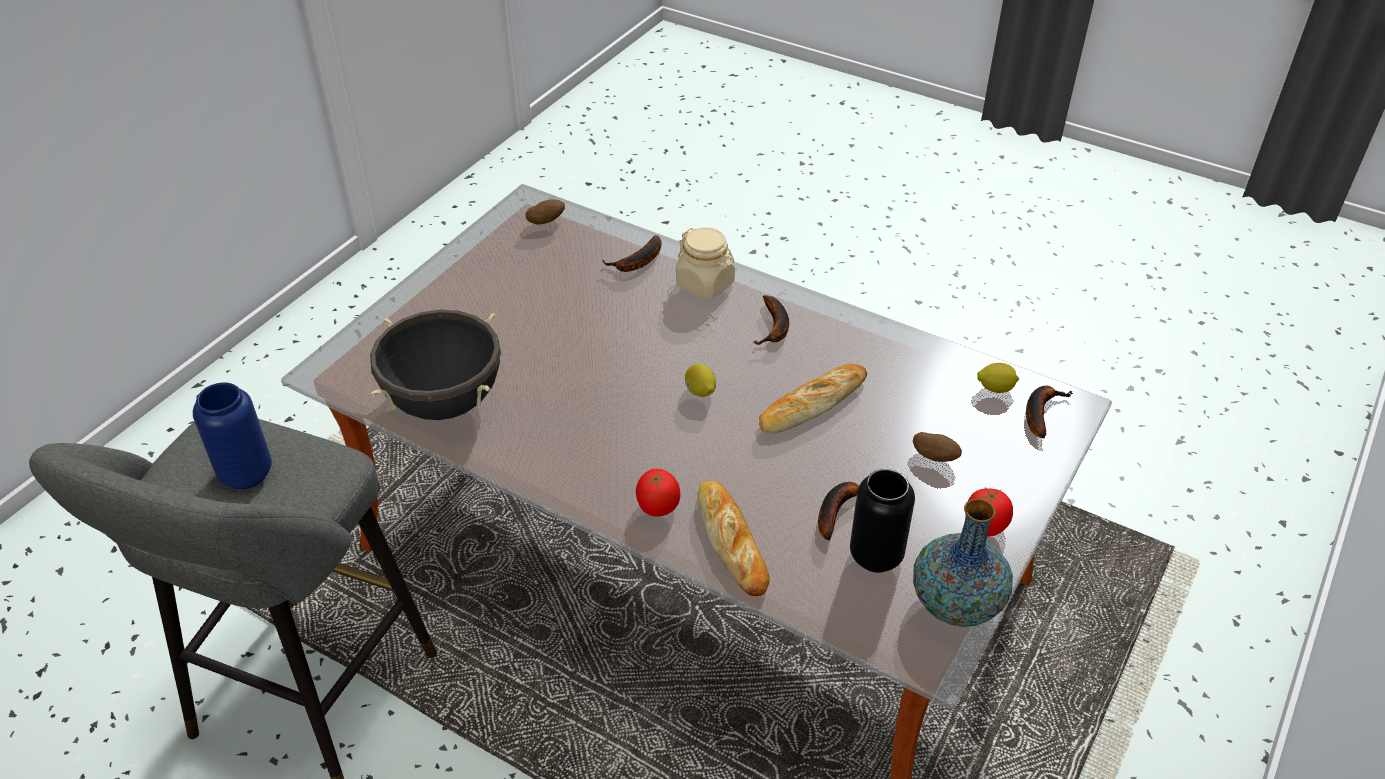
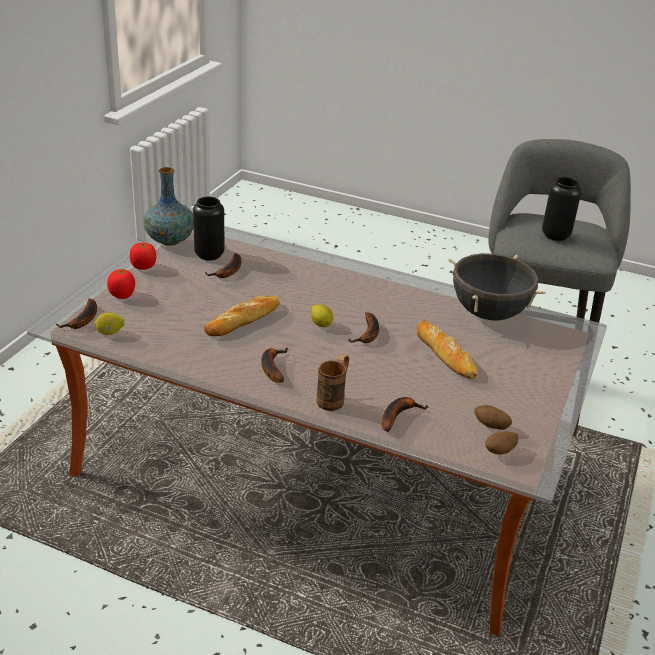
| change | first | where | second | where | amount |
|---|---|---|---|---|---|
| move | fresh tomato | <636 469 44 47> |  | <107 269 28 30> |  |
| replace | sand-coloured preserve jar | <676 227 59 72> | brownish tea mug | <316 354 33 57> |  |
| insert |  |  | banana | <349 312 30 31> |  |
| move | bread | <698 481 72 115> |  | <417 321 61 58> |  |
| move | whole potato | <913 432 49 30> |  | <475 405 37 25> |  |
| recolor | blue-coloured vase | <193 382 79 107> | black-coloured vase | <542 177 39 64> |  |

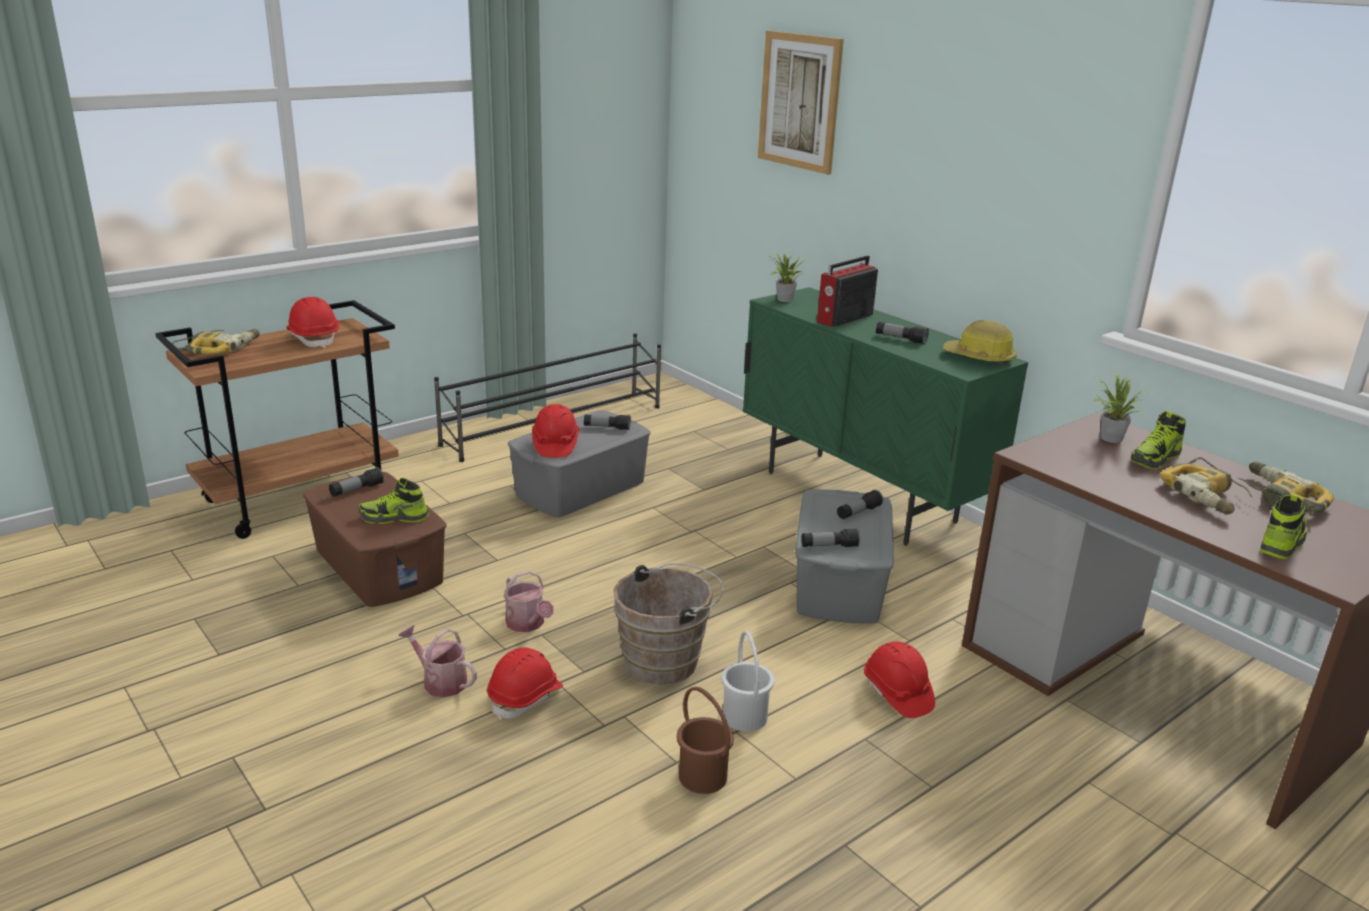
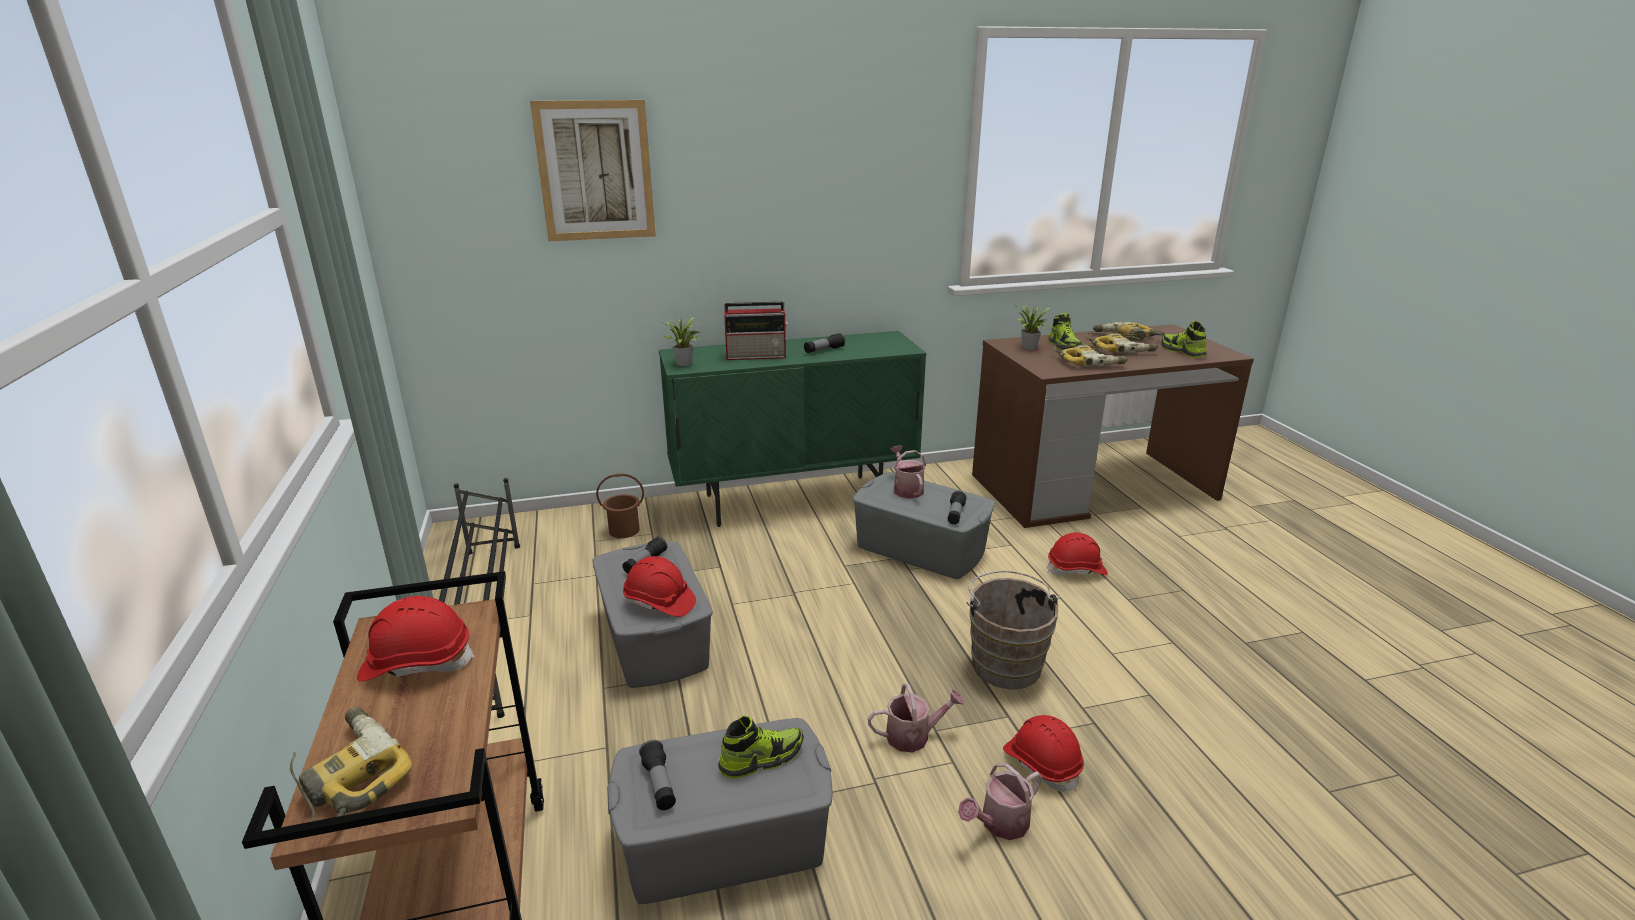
| change | first | where | second | where | amount |
|---|---|---|---|---|---|
| move | brownish water bucket | <677 687 57 107> |  | <596 473 48 65> |  |
| recolor | brownish storage container | <303 472 144 135> | grey storage container | <607 718 226 186> |  |
| rotate | item of footwear | <358 478 71 46> |  | <718 716 86 63> | 135 degrees counterclockwise |
| rotate | radio | <817 256 61 71> |  | <724 302 64 58> | 75 degrees counterclockwise |
| replace | hand torch | <837 490 46 29> | watering pot | <890 446 36 53> |  |
| insert |  |  | drill | <1053 344 75 22> |  |
| delete | white-coloured water bucket | <721 631 54 101> |  |  |  |
| delete | safety helmet | <943 320 74 45> |  |  |  |

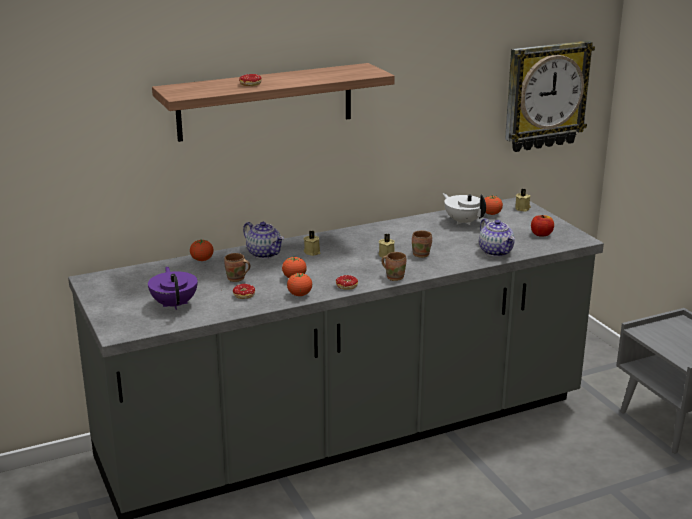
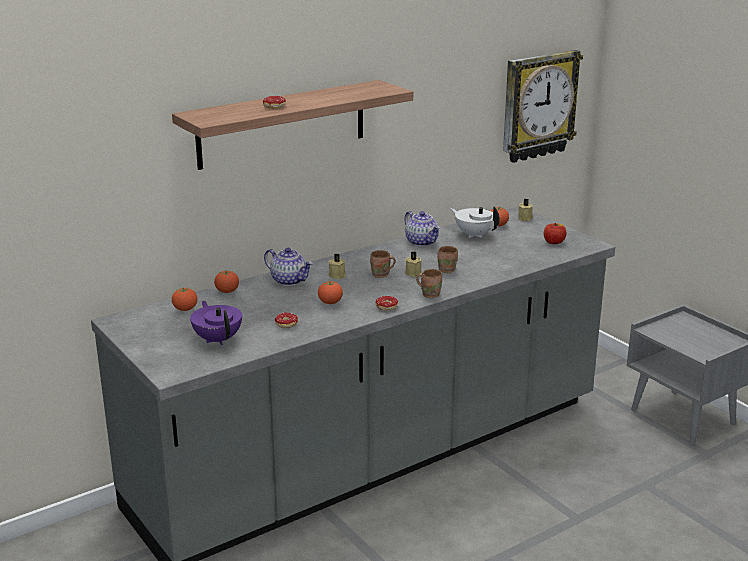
| change | first | where | second | where | amount |
|---|---|---|---|---|---|
| move | fresh tomato | <287 273 25 23> |  | <172 287 25 24> |  |
| move | brownish tea mug | <224 253 26 29> |  | <370 250 25 28> |  |
| move | teapot | <479 218 36 39> |  | <404 211 36 35> |  |

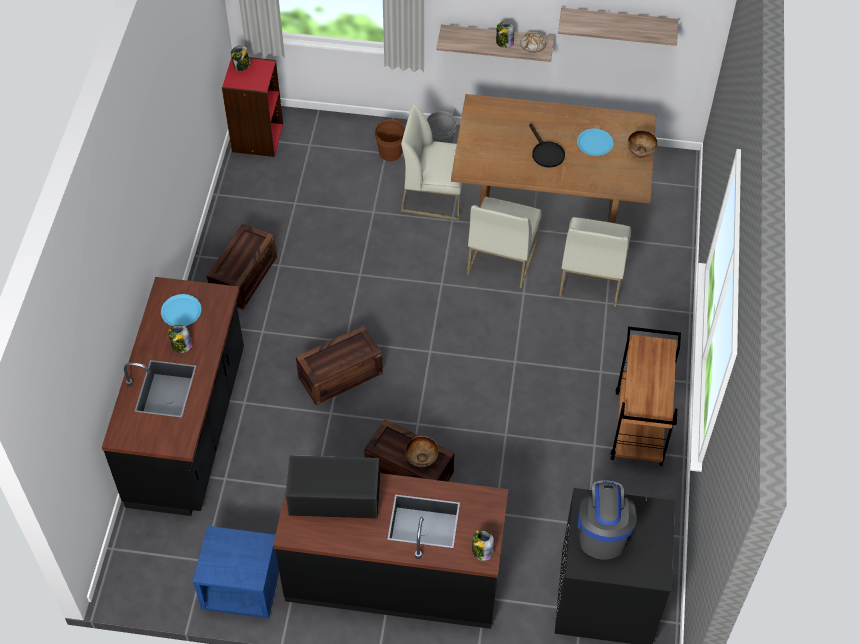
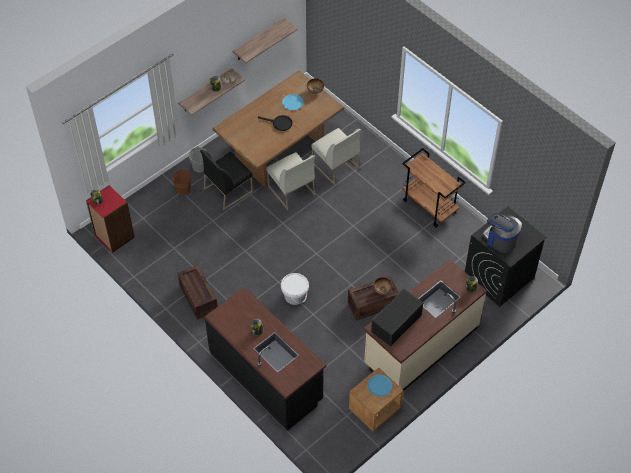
| change | first | where | second | where | amount |
|---|---|---|---|---|---|
| recolor | white-coloured plain chair | <401 103 62 118> | black-coloured plain chair | <200 150 53 60> |  |
| replace | shipping crate | <296 325 87 80> | white-coloured water bucket | <281 273 28 32> |  |
| recolor | blue-coloured nightstand | <193 526 86 92> | brownish nightstand | <349 367 54 64> |  |
| recolor | black-coloured counter | <273 473 235 156> | sand-coloured counter | <364 259 123 132> |  |
| move | blue-coloured flat dish | <161 294 41 32> |  | <367 374 25 22> |  |

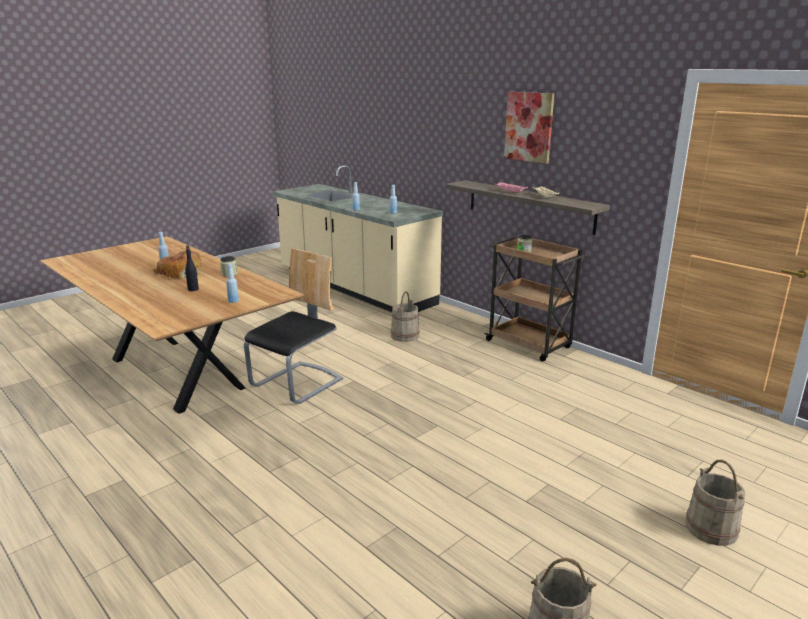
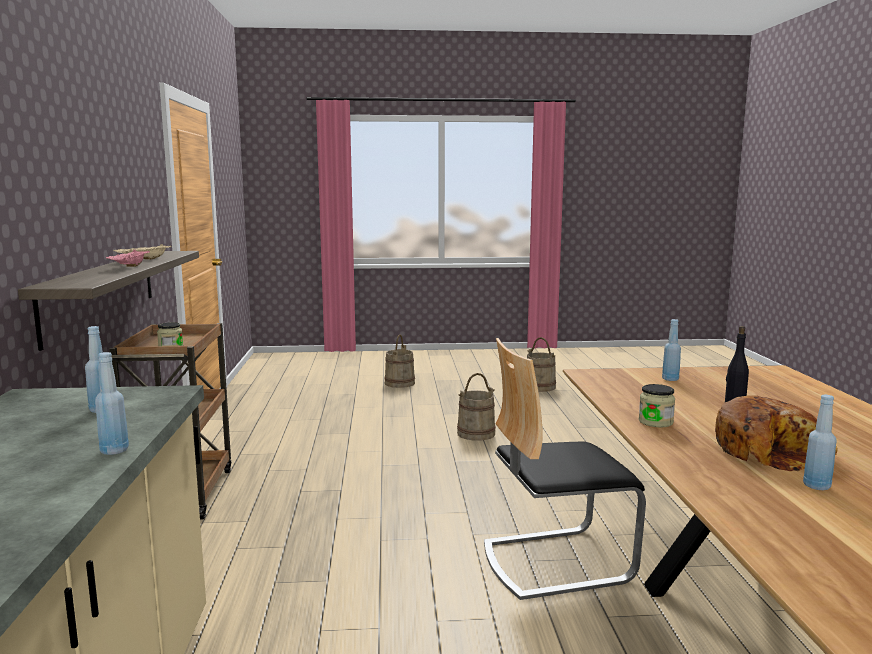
| change | first | where | second | where | amount |
|---|---|---|---|---|---|
| move | sand-coloured water bucket | <391 291 29 51> |  | <457 373 39 68> |  |
| delete | picture | <504 92 50 72> |  |  |  |

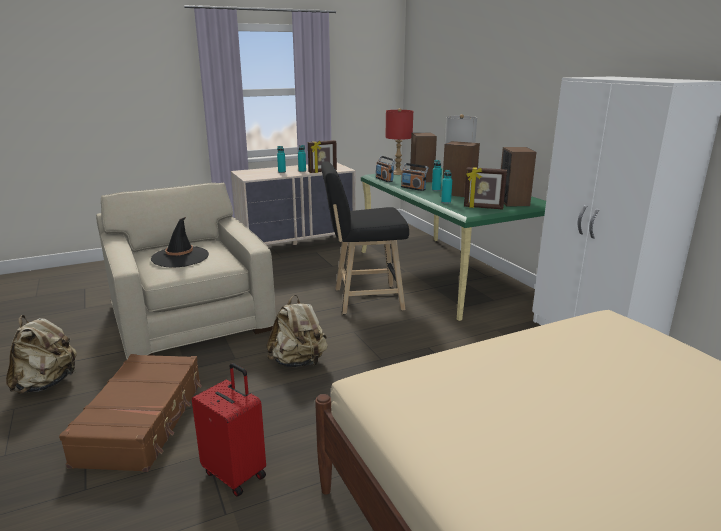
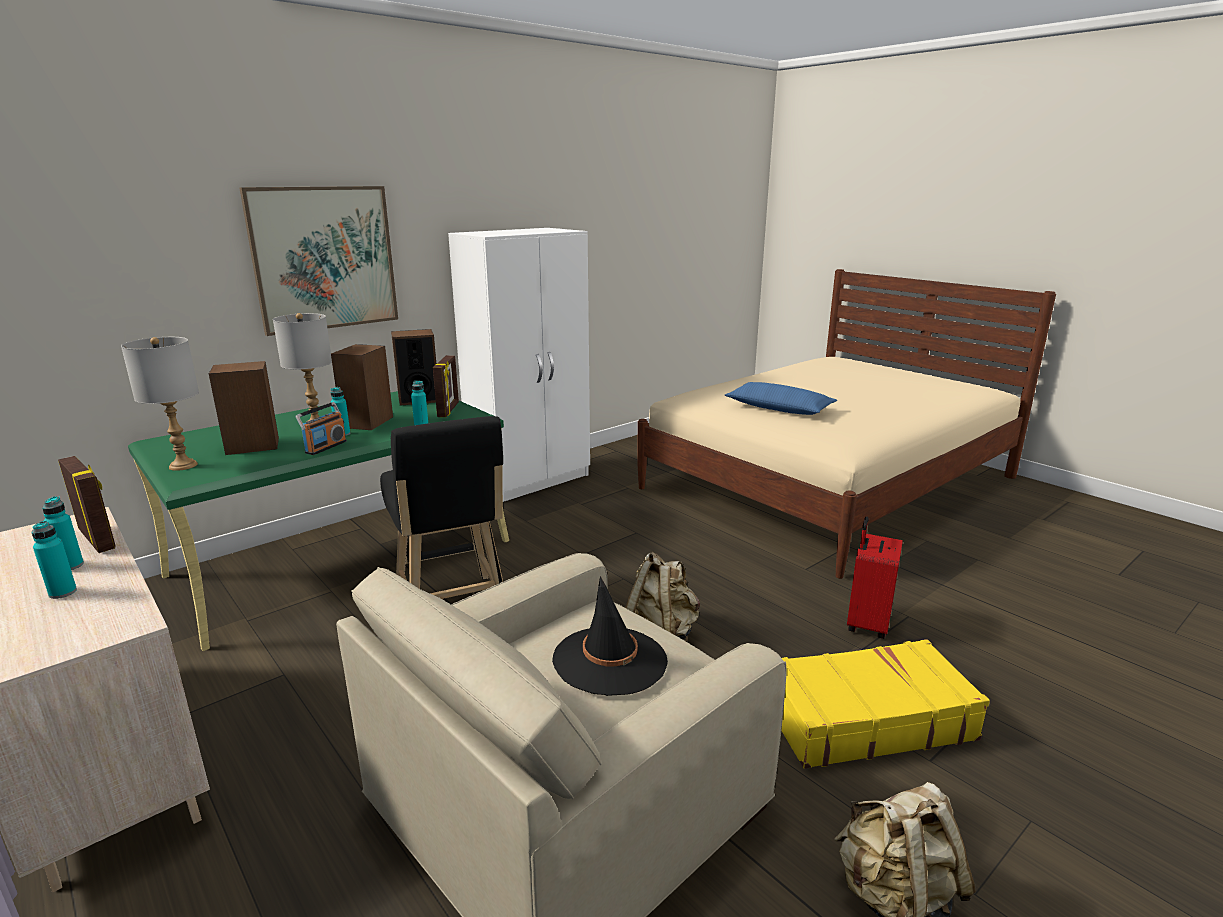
| change | first | where | second | where | amount |
|---|---|---|---|---|---|
| recolor | red-coloured lamp for a table | <385 108 28 67> | grey lamp for a table | <121 337 78 134> |  |
| insert |  |  | picture | <239 186 159 150> |  |
| insert |  |  | blue-coloured cushion | <725 382 112 33> |  |
| recolor | brownish travel case | <59 354 143 118> | yellow travel case | <781 639 209 130> |  |
| delete | radio | <376 156 20 26> |  |  |  |

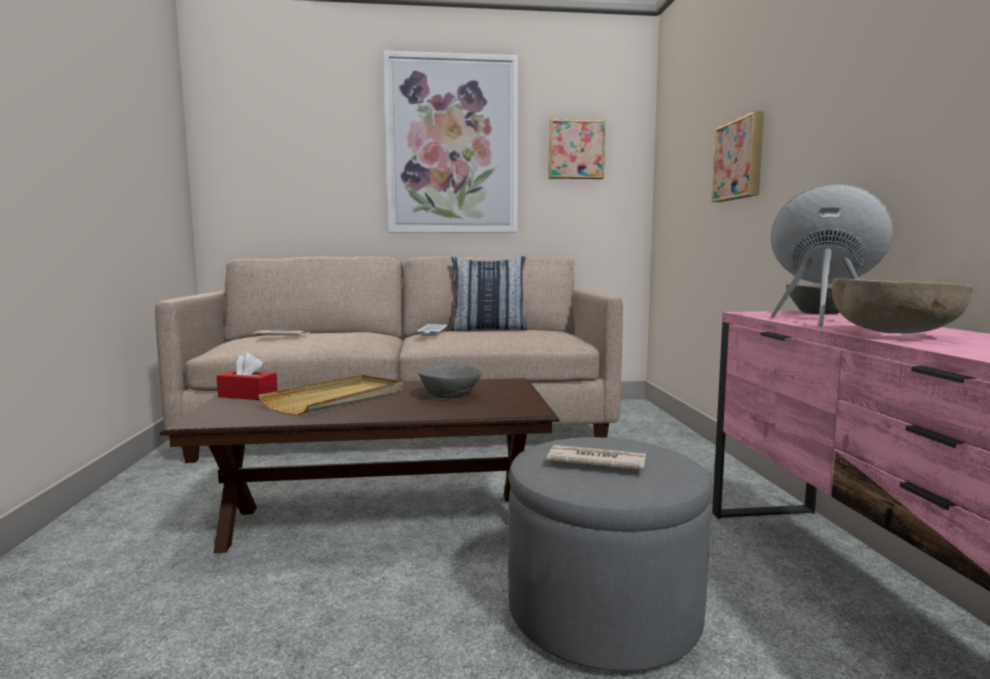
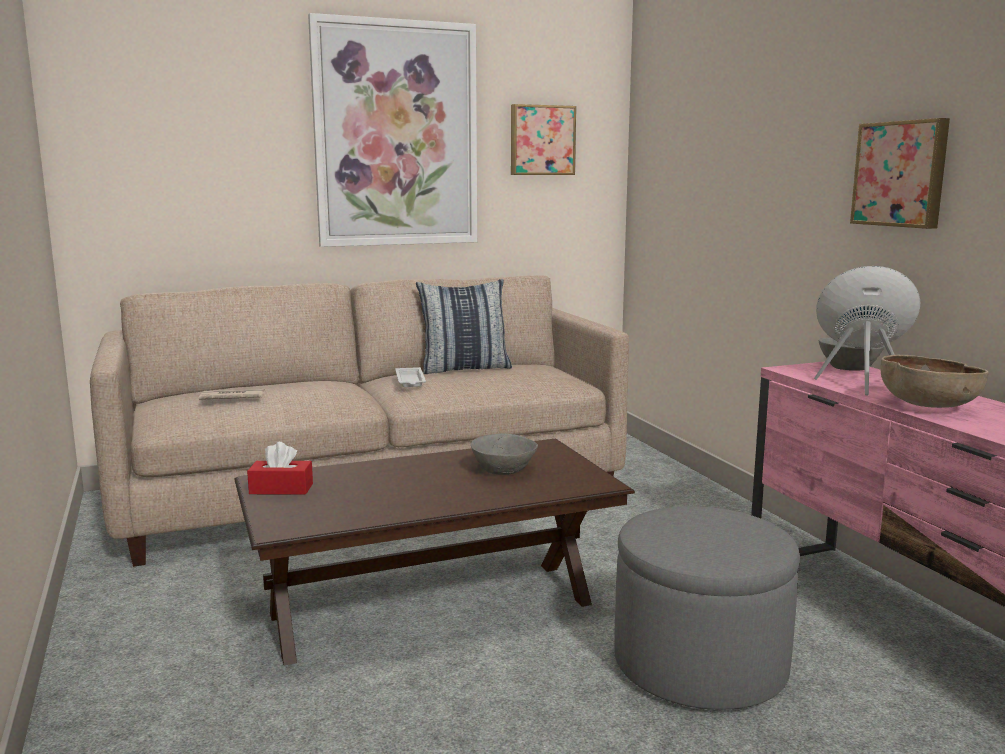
| change | first | where | second | where | amount |
|---|---|---|---|---|---|
| move | picture | <711 111 53 91> |  | <850 118 100 111> |  |
| delete | sand-coloured tray | <258 375 145 41> |  |  |  |
| delete | newspaper | <546 445 100 25> |  |  |  |

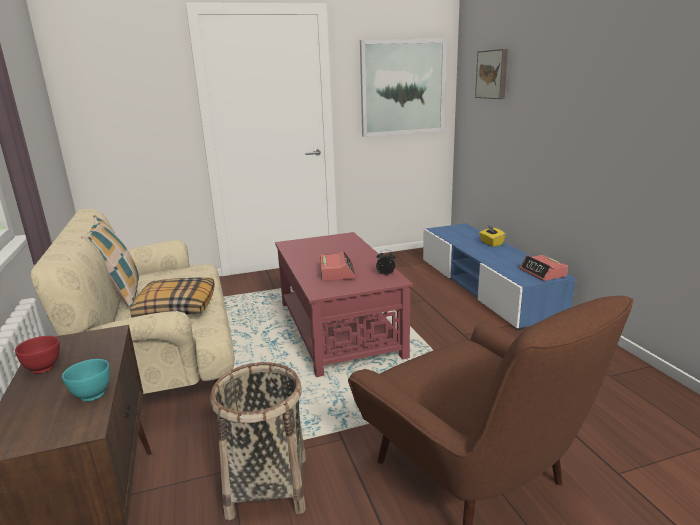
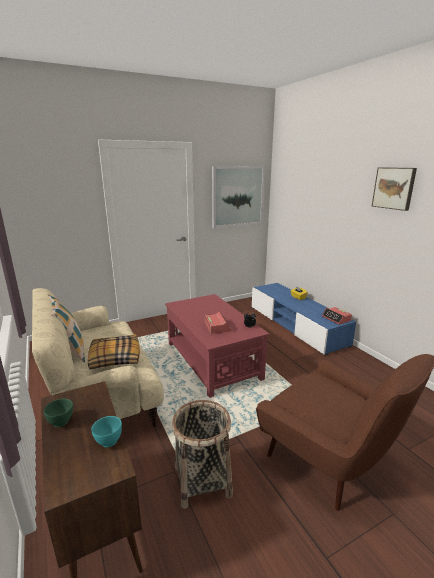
| change | first | where | second | where | amount |
|---|---|---|---|---|---|
| recolor | red-coloured serving bowl | <15 336 45 38> | green serving bowl | <44 399 29 28> |  |
| move | picture | <475 49 33 50> |  | <372 167 45 44> |  |

